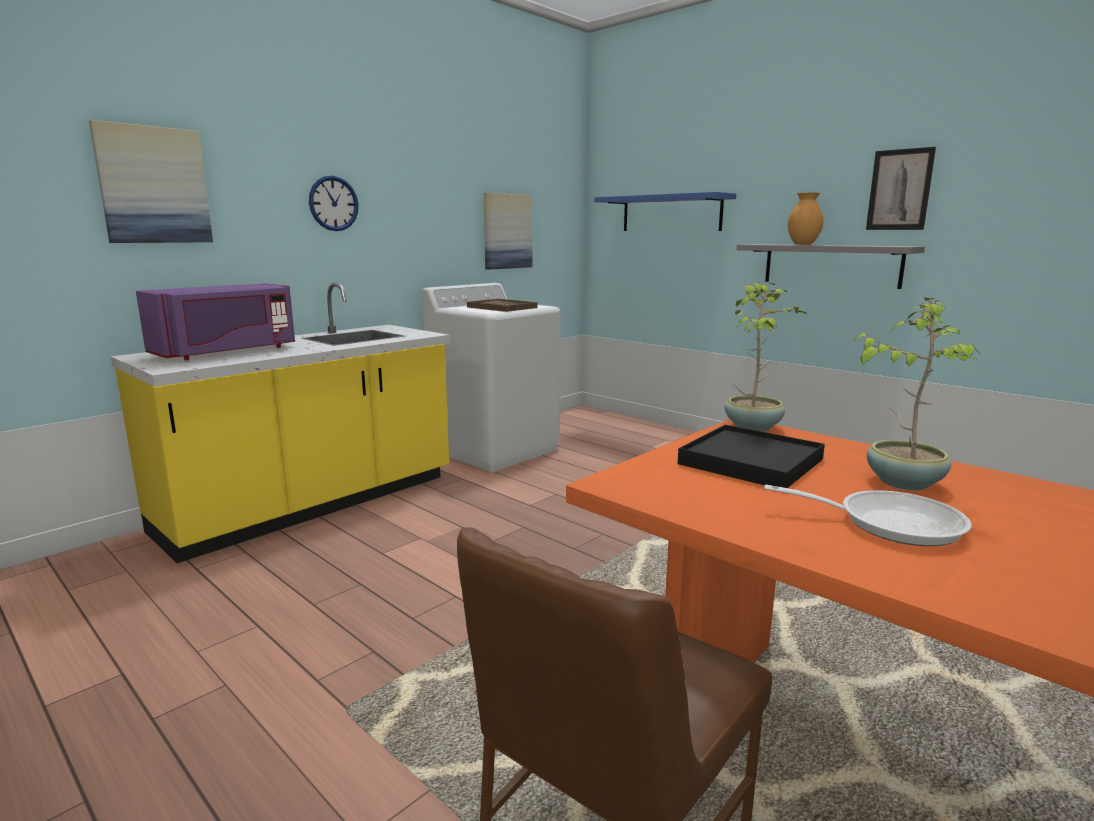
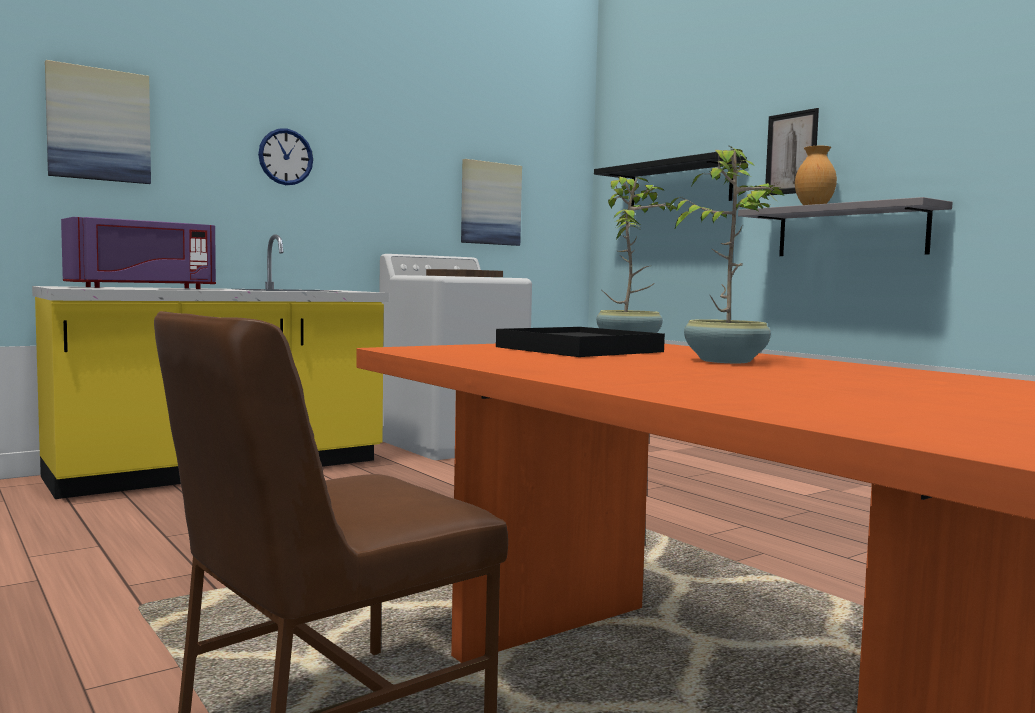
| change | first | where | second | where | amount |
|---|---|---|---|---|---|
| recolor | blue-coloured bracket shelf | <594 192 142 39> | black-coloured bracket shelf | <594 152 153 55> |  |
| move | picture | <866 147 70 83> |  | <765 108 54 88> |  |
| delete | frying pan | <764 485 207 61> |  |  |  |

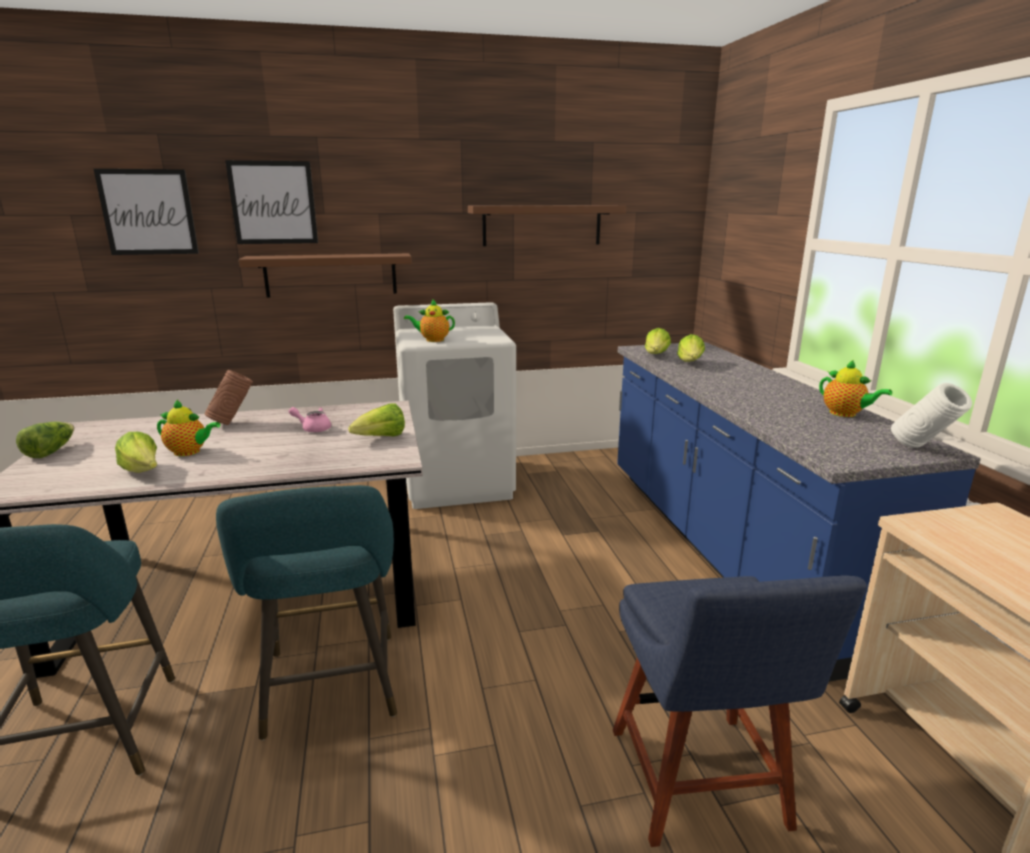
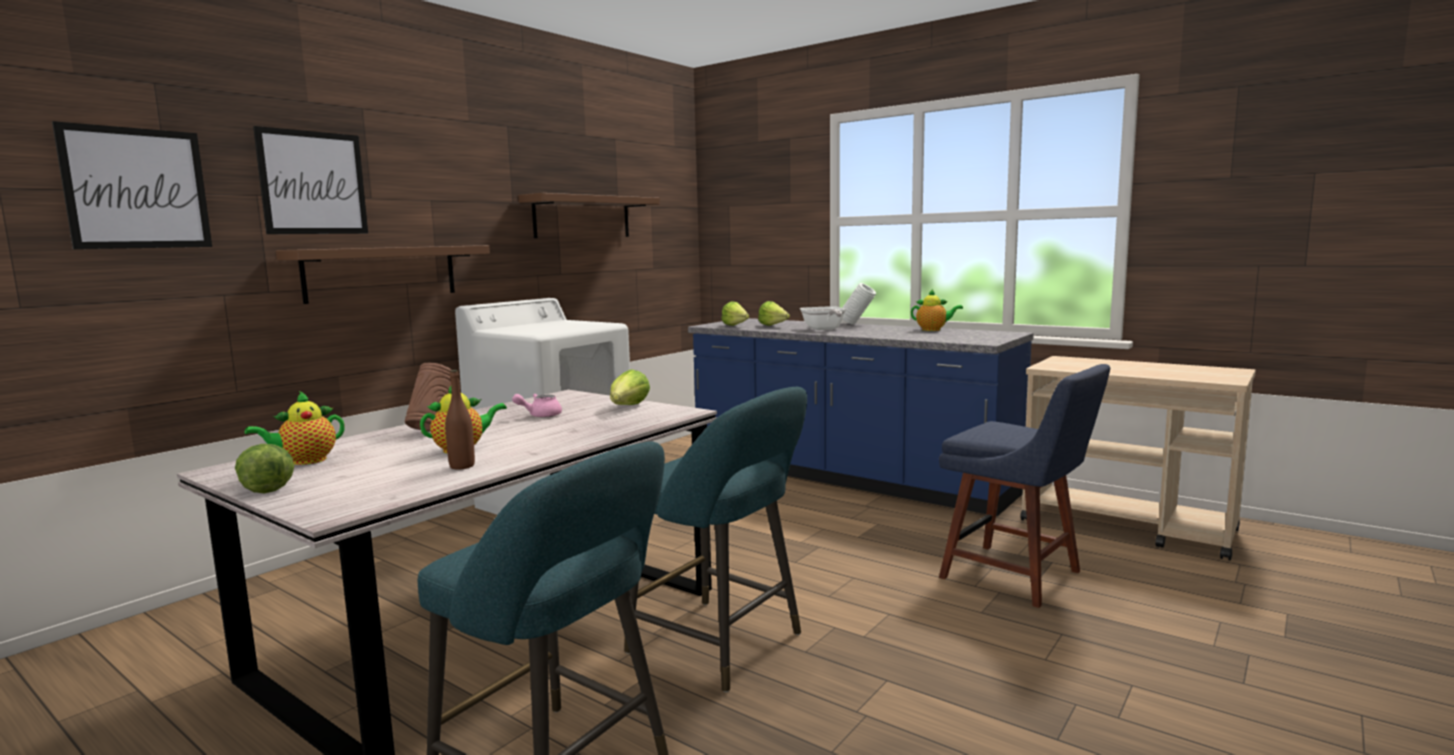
| change | first | where | second | where | amount |
|---|---|---|---|---|---|
| move | teapot | <404 299 51 43> |  | <245 391 99 74> |  |
| replace | lettuce head | <115 432 42 41> | brownish drink bottle | <445 370 30 100> |  |
| insert |  |  | frying pan | <800 306 46 24> |  |
| move | white-coloured vase | <891 383 81 65> |  | <842 283 34 42> |  |

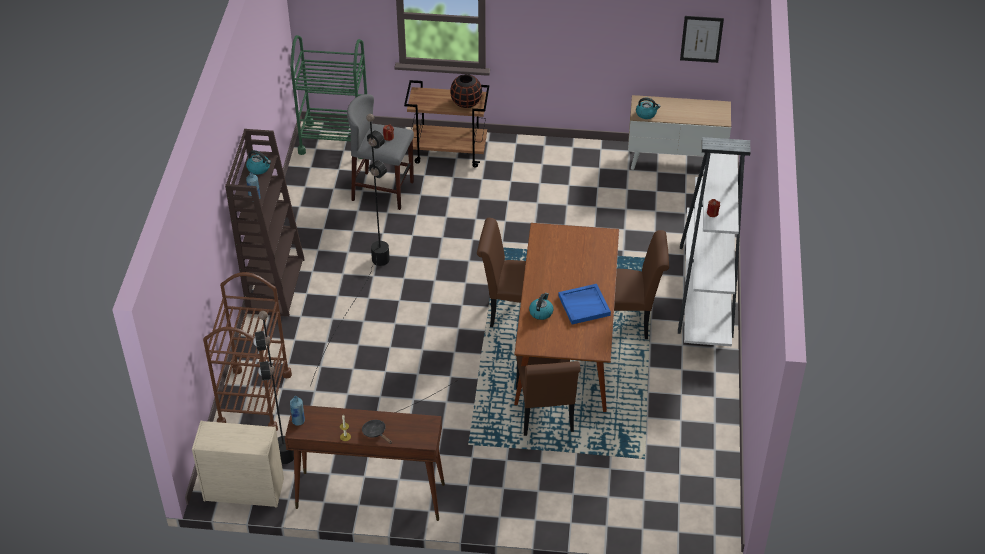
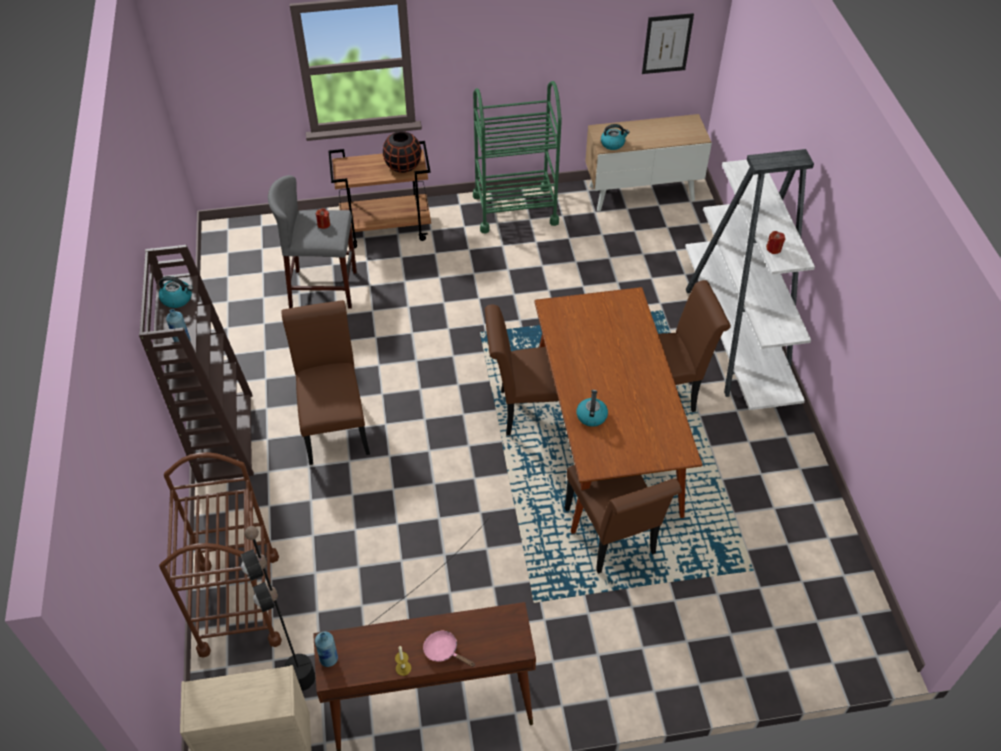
| change | first | where | second | where | amount |
|---|---|---|---|---|---|
| replace | black-coloured floor lamp | <310 114 80 272> | brownish plain chair | <281 300 89 165> |  |
| recolor | black-coloured frying pan | <362 420 30 24> | pink frying pan | <423 631 52 36> |  |
| move | green wheeled cart | <290 35 77 124> |  | <473 81 89 153> |  |
| delete | blue-coloured tray | <558 284 53 40> |  |  |  |

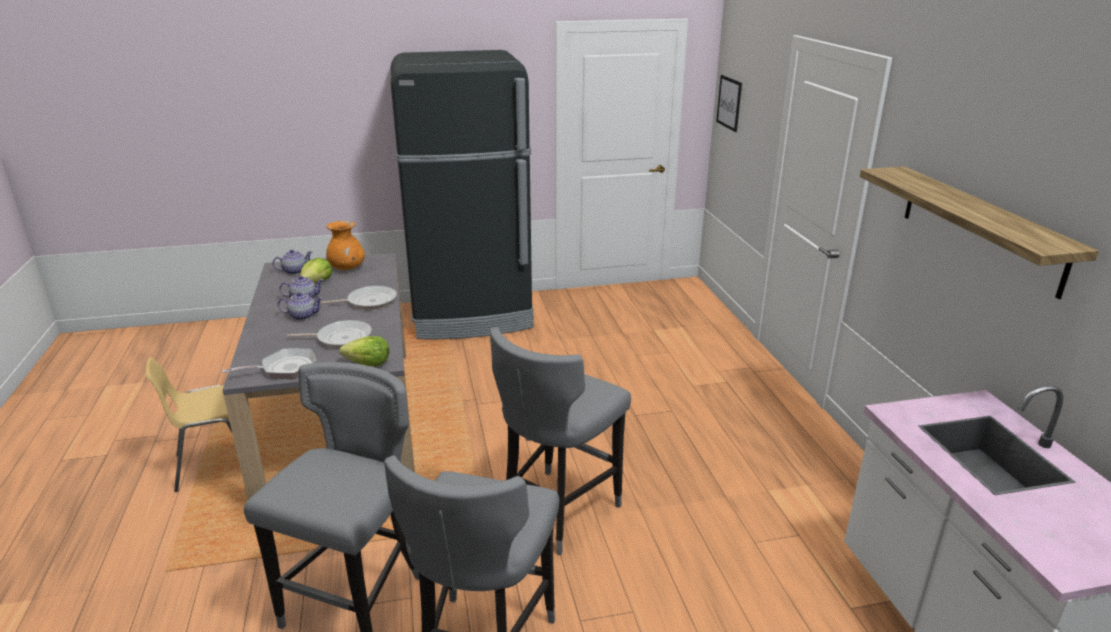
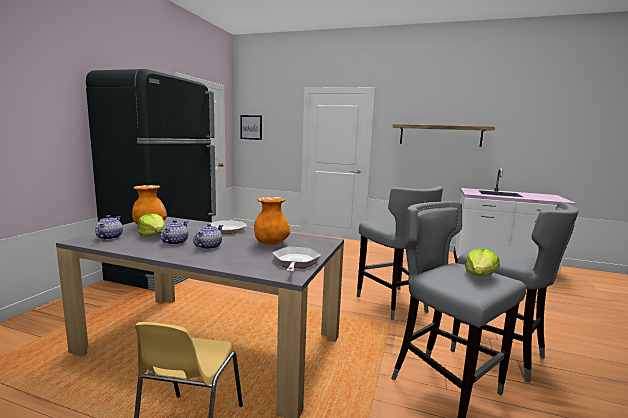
| change | first | where | second | where | amount |
|---|---|---|---|---|---|
| replace | frying pan | <287 320 85 28> | orange-coloured vase | <254 197 36 48> |  |
| move | lettuce head | <339 336 50 30> |  | <465 248 35 28> |  |

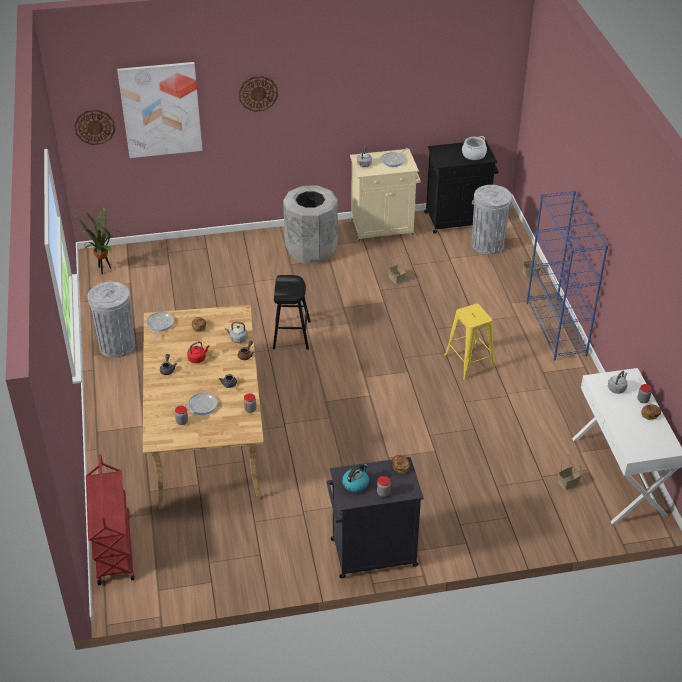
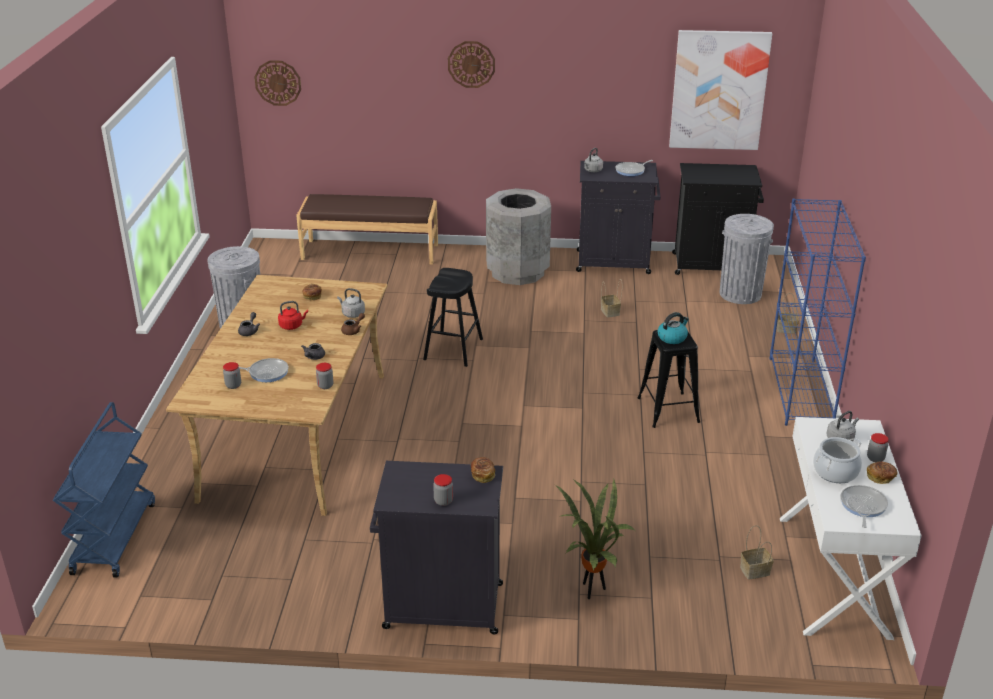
| change | first | where | second | where | amount |
|---|---|---|---|---|---|
| recolor | red-coloured wheeled cart | <86 454 49 132> | blue-coloured wheeled cart | <53 402 102 176> |  |
| insert |  |  | brownish indoor bench | <296 194 142 71> |  |
| move | houseplant | <71 206 48 68> |  | <555 478 80 121> |  |
| recolor | sand-coloured cabinet | <350 149 71 94> | black-coloured cabinet | <576 161 85 113> |  |
| recolor | yellow stool | <444 304 51 76> | black-coloured stool | <638 330 62 98> |  |
| move | tea kettle | <342 464 27 29> |  | <658 312 31 32> |  |
| move | picture | <117 62 86 96> |  | <669 30 103 120> |  |
| move | cooking pot | <462 136 25 24> |  | <813 437 49 46> |  |
| move | frying pan | <146 312 28 27> |  | <840 485 48 43> |  |

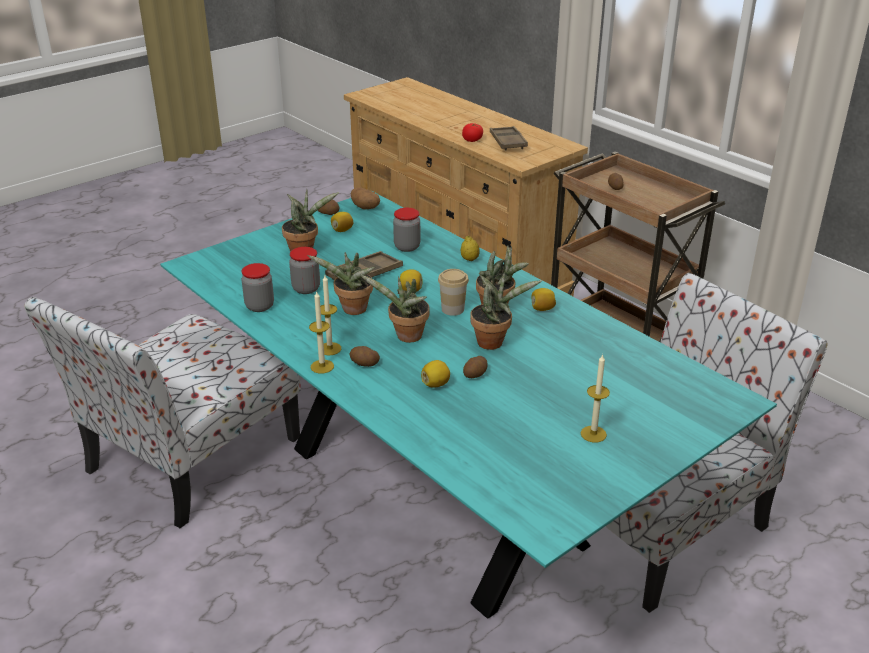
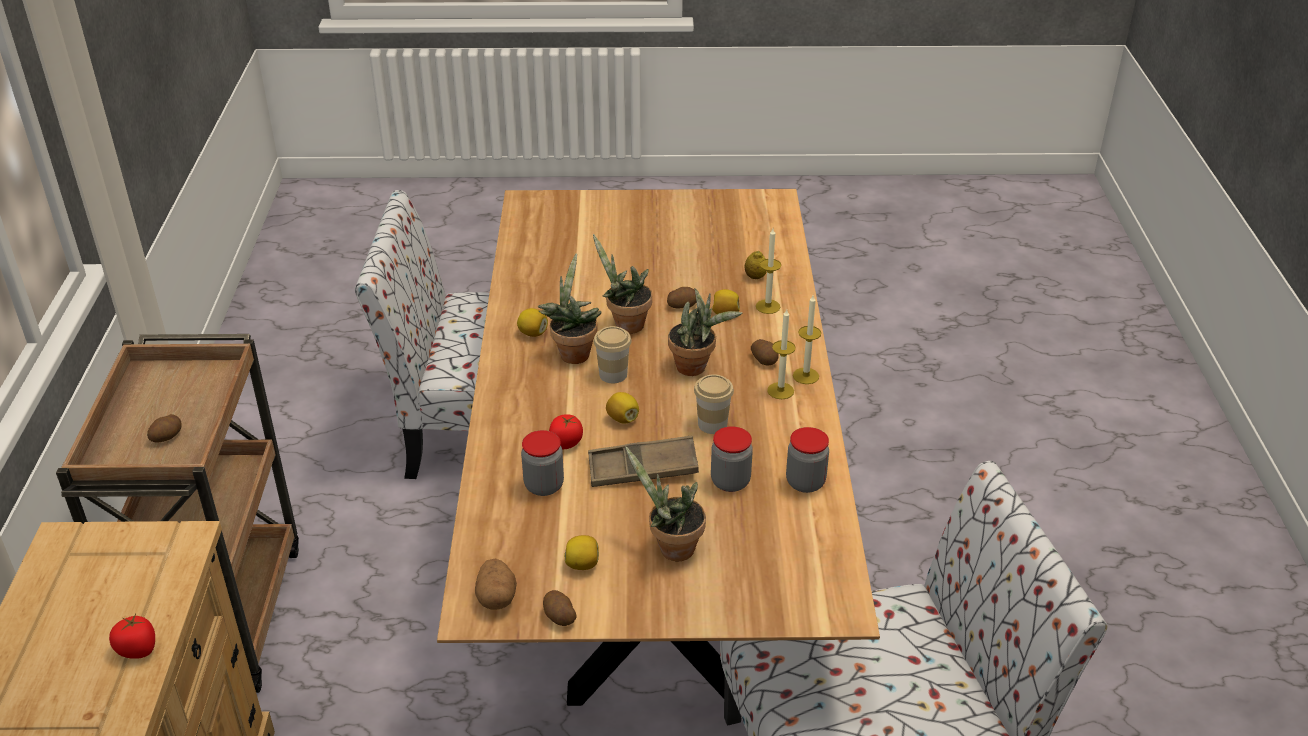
| change | first | where | second | where | amount |
|---|---|---|---|---|---|
| recolor | turquoise-coloured kitchen table | <160 191 617 428> | brownish kitchen table | <437 189 443 517> |  |
| insert |  |  | fresh tomato | <549 414 34 35> |  |
| replace | houseplant | <307 252 68 63> | drinking cup | <694 374 40 60> |  |
| move | whole lemon | <461 236 19 25> |  | <745 251 22 28> |  |
| move | wax light | <581 354 29 89> |  | <756 229 25 85> |  |
| delete | brownish tray | <490 126 38 24> |  |  |  |

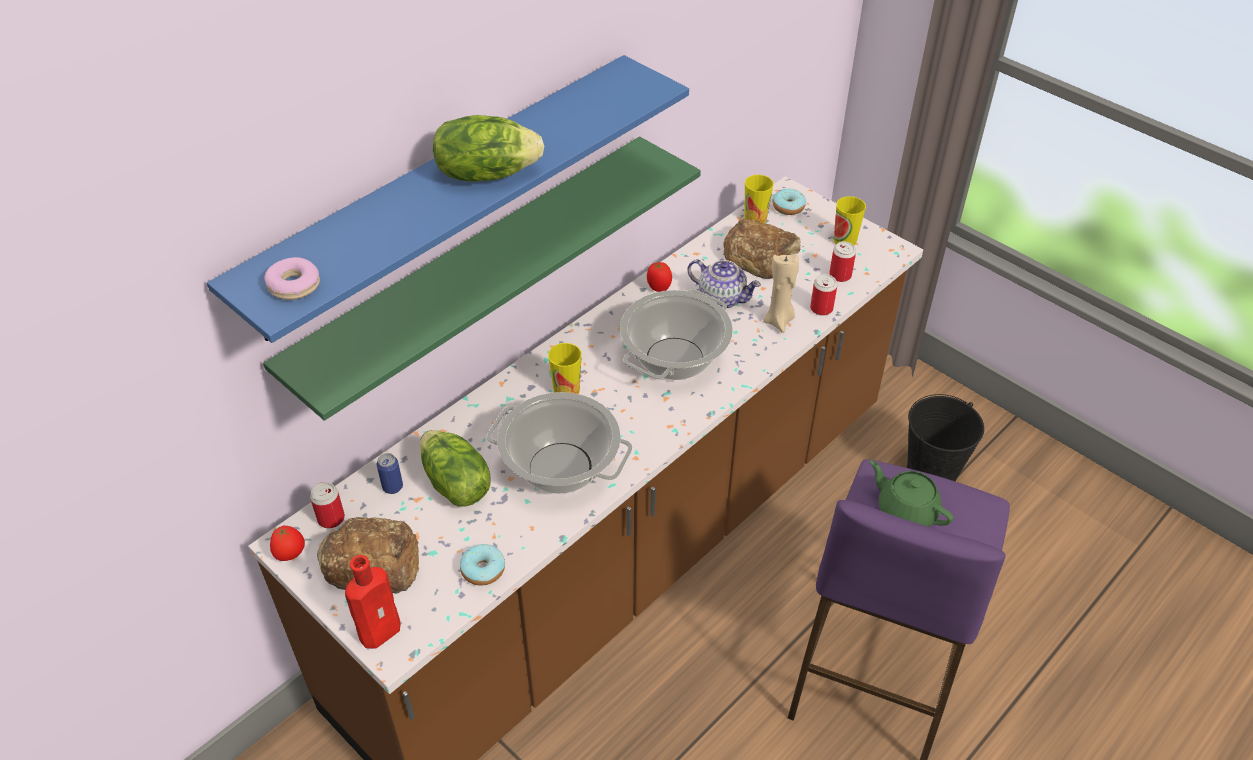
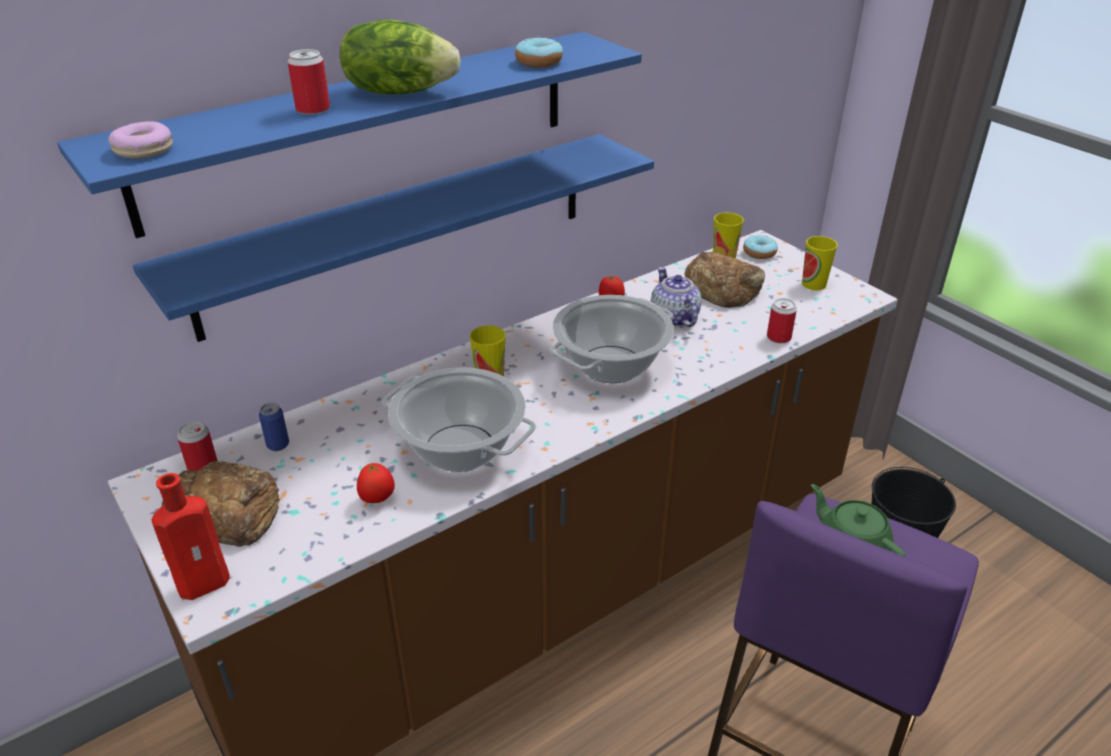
| change | first | where | second | where | amount |
|---|---|---|---|---|---|
| recolor | green bracket shelf | <263 137 438 284> | blue-coloured bracket shelf | <133 134 521 208> |  |
| move | sealed can | <829 242 27 40> |  | <288 49 42 66> |  |
| move | fresh tomato | <270 526 35 35> |  | <357 463 38 40> |  |
| move | ring doughnut | <460 544 45 42> |  | <515 37 48 31> |  |
| rotate | teapot | <687 259 74 49> |  | <651 267 51 60> | 150 degrees counterclockwise |
| delete | lettuce head | <420 430 71 76> |  |  |  |
| delete | sand-coloured wax light | <763 253 36 80> |  |  |  |

